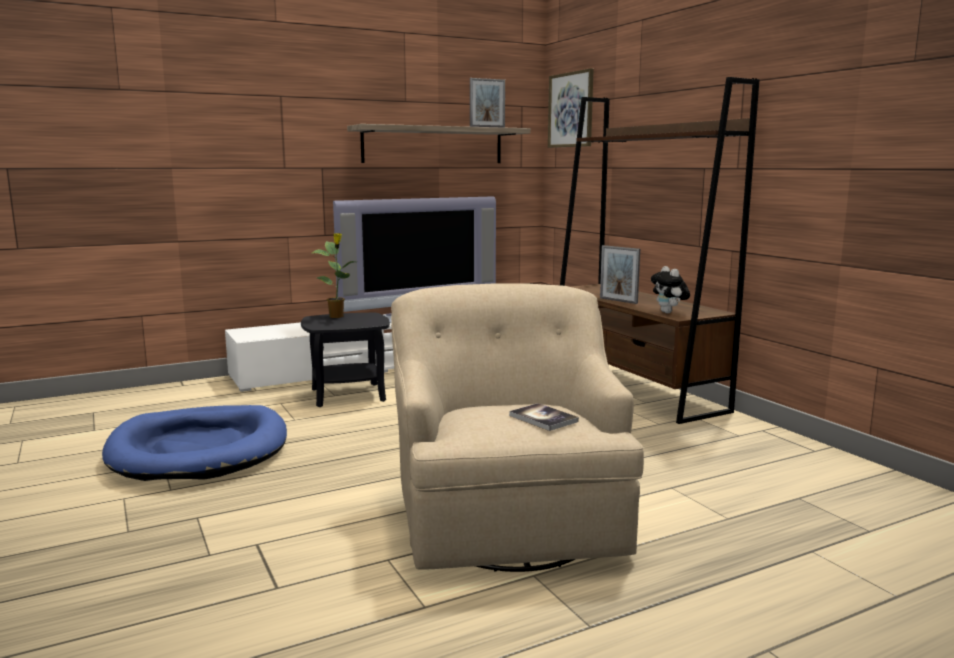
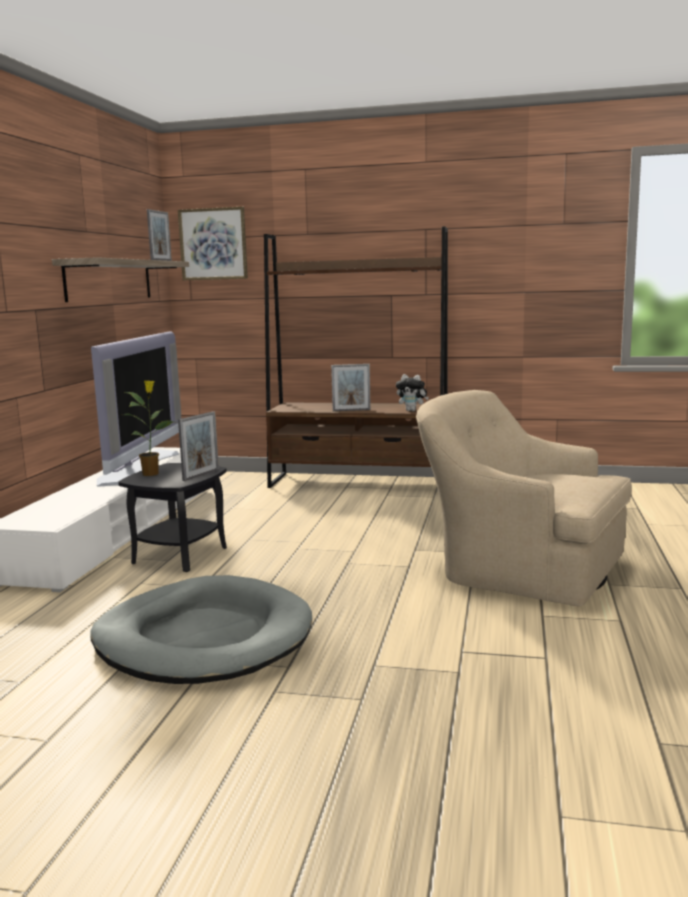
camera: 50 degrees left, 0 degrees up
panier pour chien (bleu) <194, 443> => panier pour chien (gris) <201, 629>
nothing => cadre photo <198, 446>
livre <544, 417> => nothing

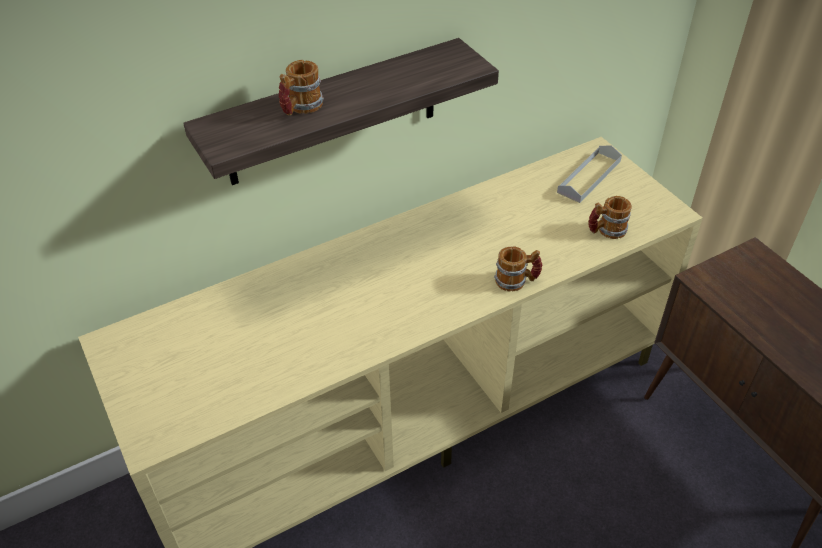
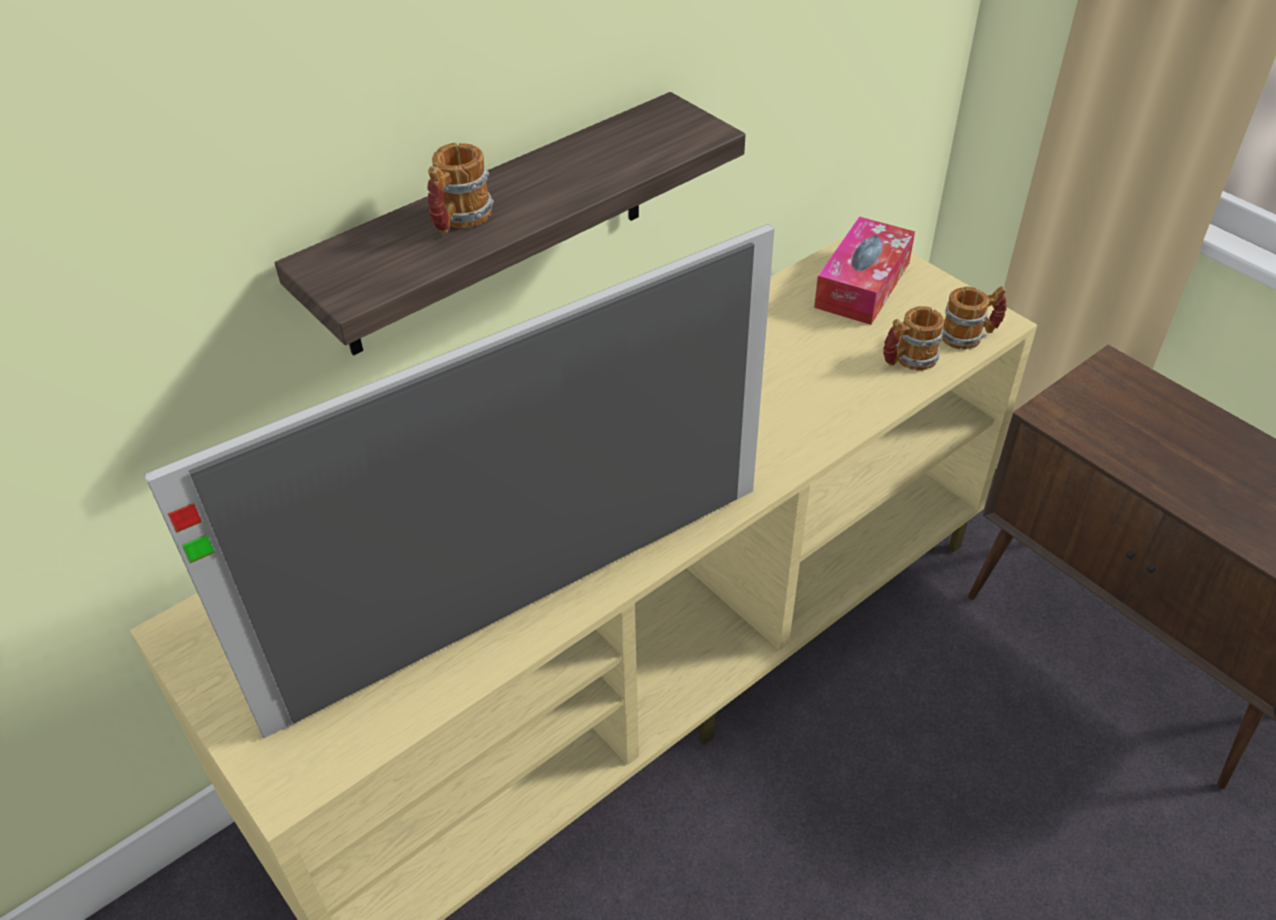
camera: 10 degrees left, 0 degrees up
nothing => téléviseur <459, 481>
plateau (gris) <589, 174> => boîte à mouchoirs <864, 271>
mug <518, 269> => mug <974, 318>, move

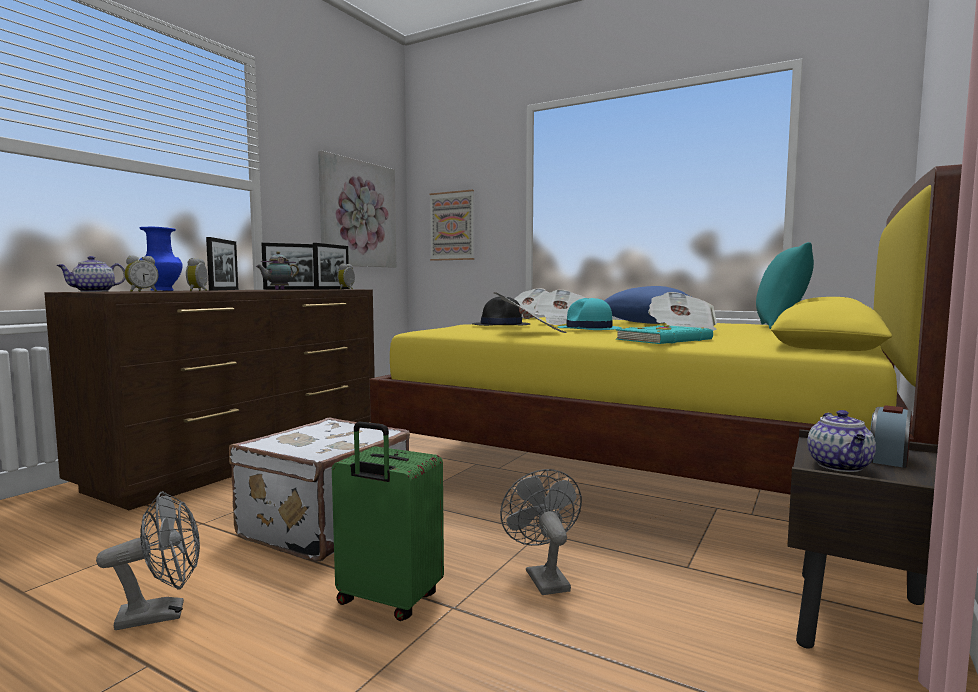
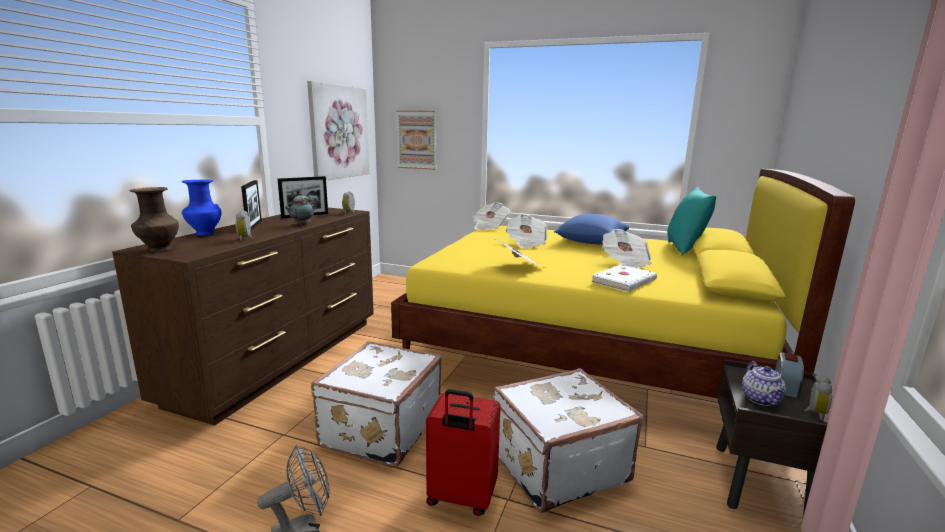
camera: 10 degrees left, 10 degrees up
théière <91, 274> => vase (marron) <154, 219>
valise (vert) <388, 521> => valise (rouge) <463, 452>
ventilateur (gris) <541, 532> => valise (blanc) <568, 440>
livre (turquoise) <664, 334> => livre (blanc) <624, 278>
réveil <142, 273> => réveil <818, 398>, move
cadre photo <331, 266> => nothing
chapeau (noir) <501, 311> => nothing
chapeau (turquoise) <590, 314> => nothing

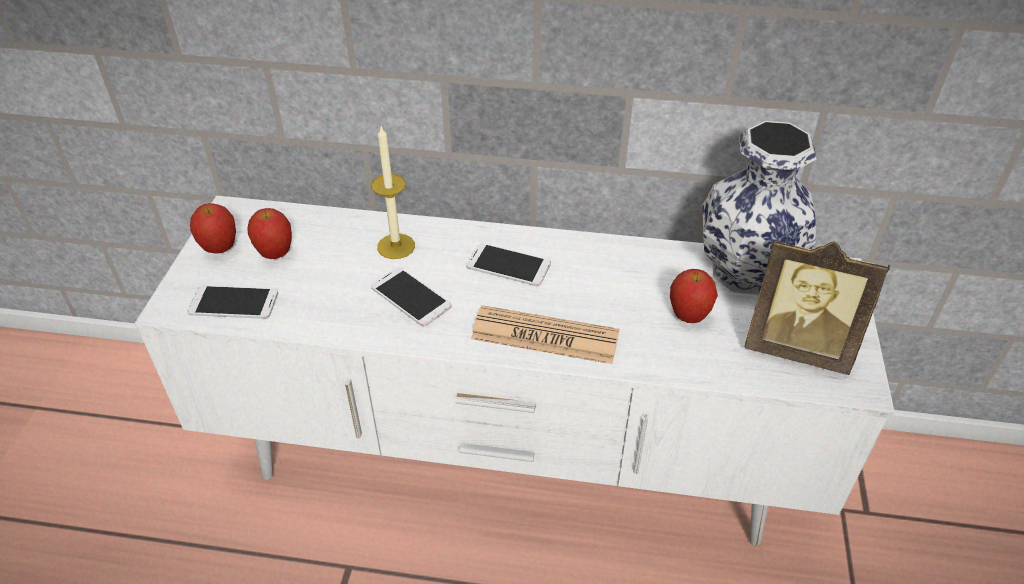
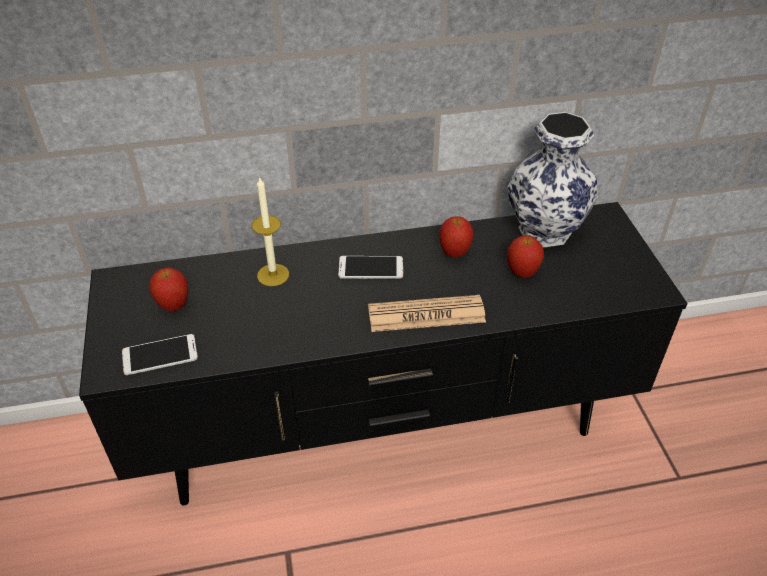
camera: 20 degrees left, 0 degrees up
meuble télé (blanc) <514, 370> => meuble télé (noir) <383, 354>
pomme <213, 228> => pomme <456, 236>, move
téléphone <411, 296> => nothing
cadre photo <817, 307> => nothing

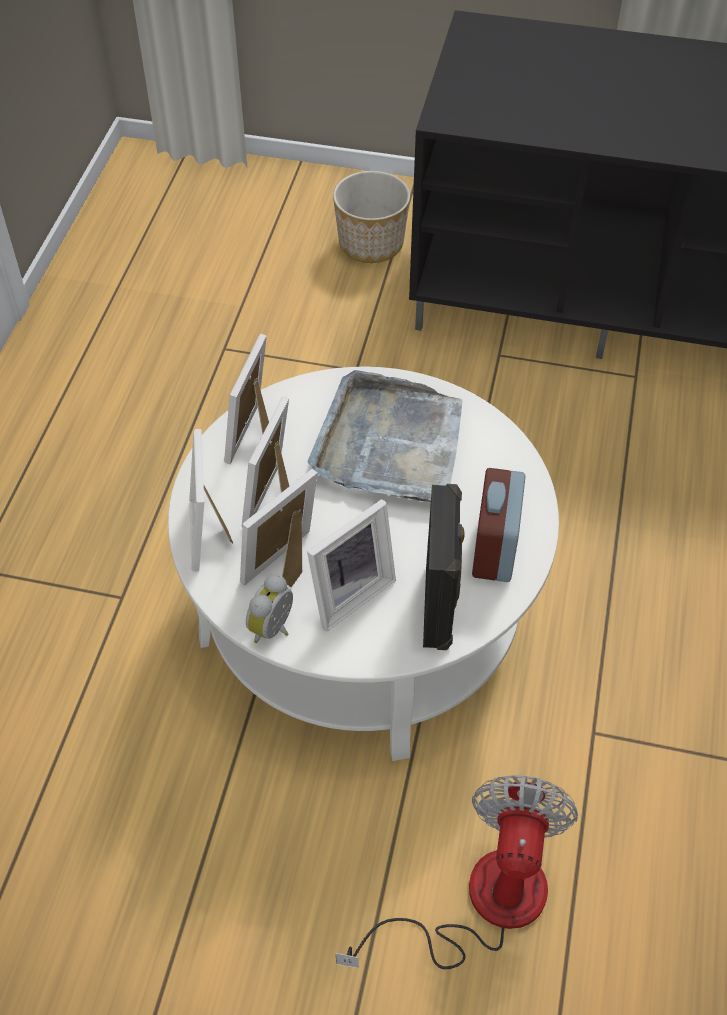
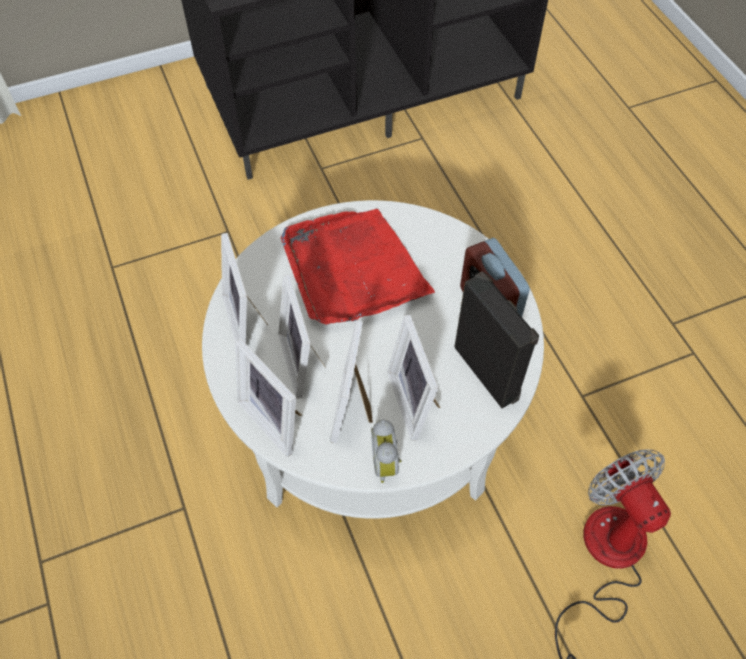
camera: 35 degrees left, 5 degrees up
plateau (gris) <385, 436> => plateau (rouge) <358, 267>
cadre photo <351, 565> => cadre photo <414, 378>, 150 degrees clockwise
cache-pot <371, 217> => nothing

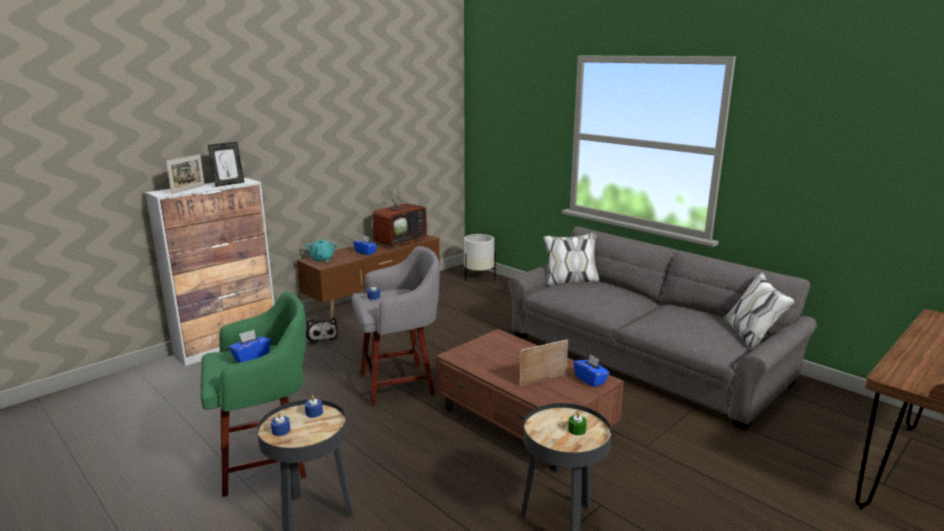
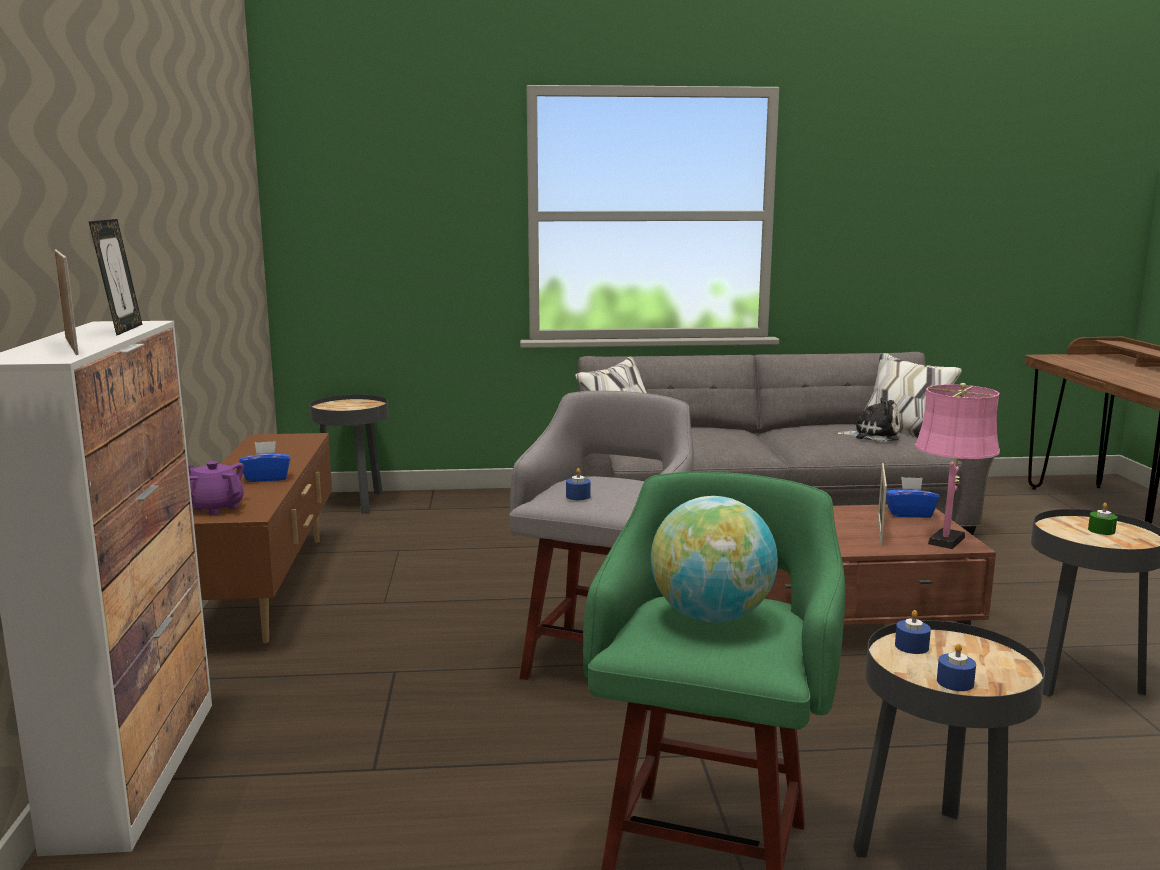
camera: 50 degrees left, 5 degrees down
théière (turquoise) <321, 250> => théière (violet) <216, 488>
cache-pot (blanc) <480, 257> => table d'appoint (noir) <349, 454>
boîte à mouchoirs (bleu) <250, 346> => globe <714, 559>
peluche <322, 331> => peluche <868, 420>, move
nothing => lampe de table (rose) <957, 466>
téléviseur <399, 214> => nothing

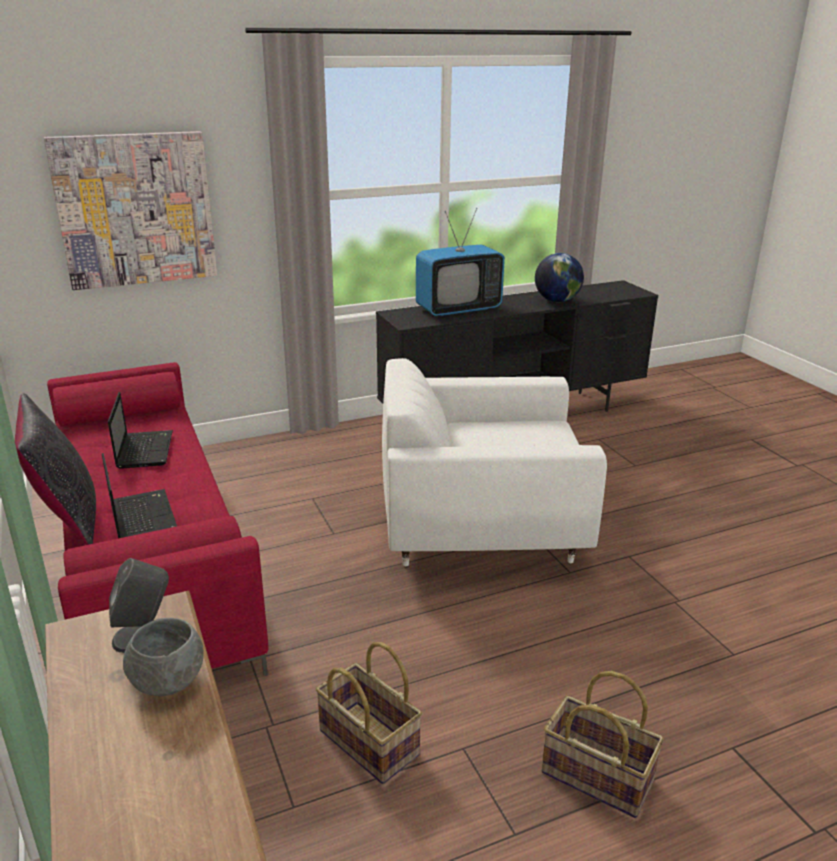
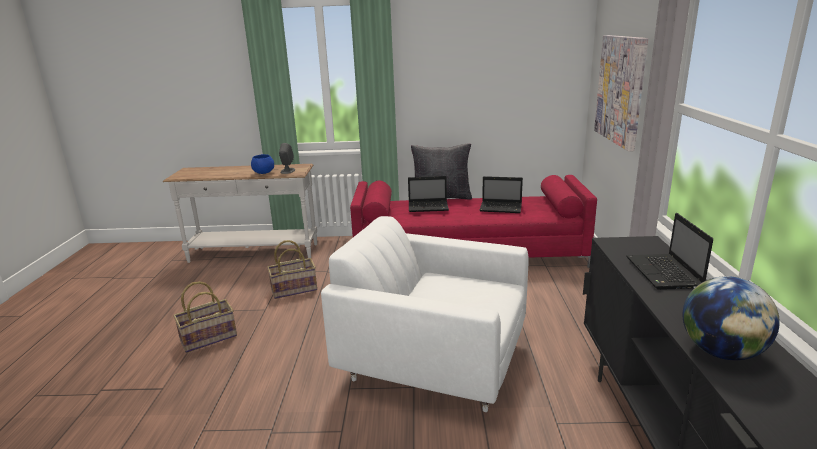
camera: 115 degrees right, 5 degrees down
bol (gris) <163, 657> => bol (bleu) <262, 164>
fauteuil (blanc) <494, 462> => fauteuil (blanc) <425, 314>, 90 degrees counterclockwise
téléviseur <460, 262> => ordinateur portable <669, 251>

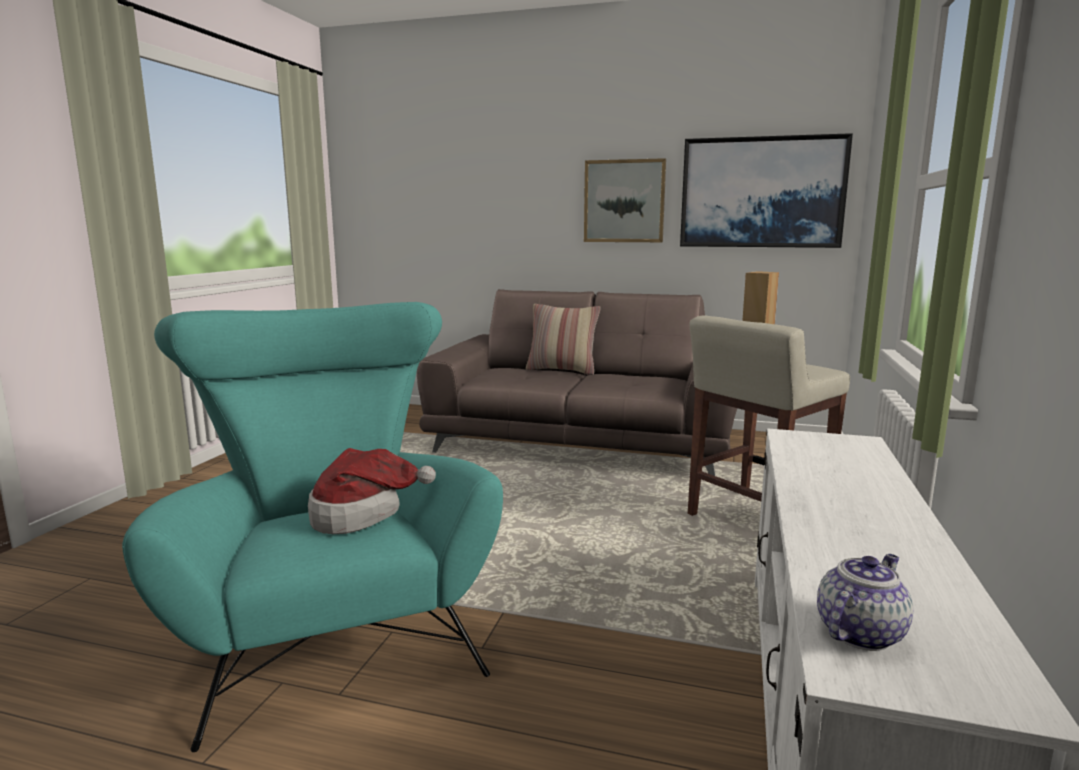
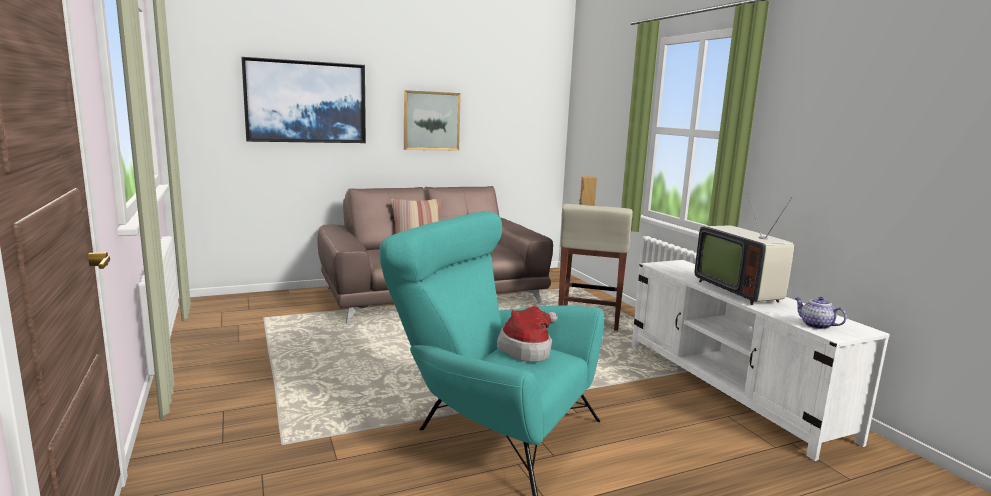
camera: 40 degrees left, 0 degrees up
tableau <766, 190> => tableau <303, 100>, move
nothing => téléviseur <744, 248>
théière <865, 602> => théière <821, 313>, 45 degrees counterclockwise

